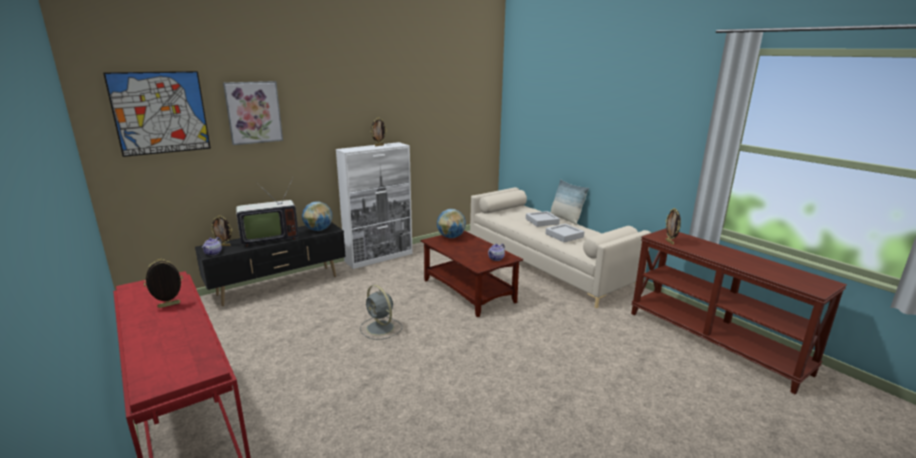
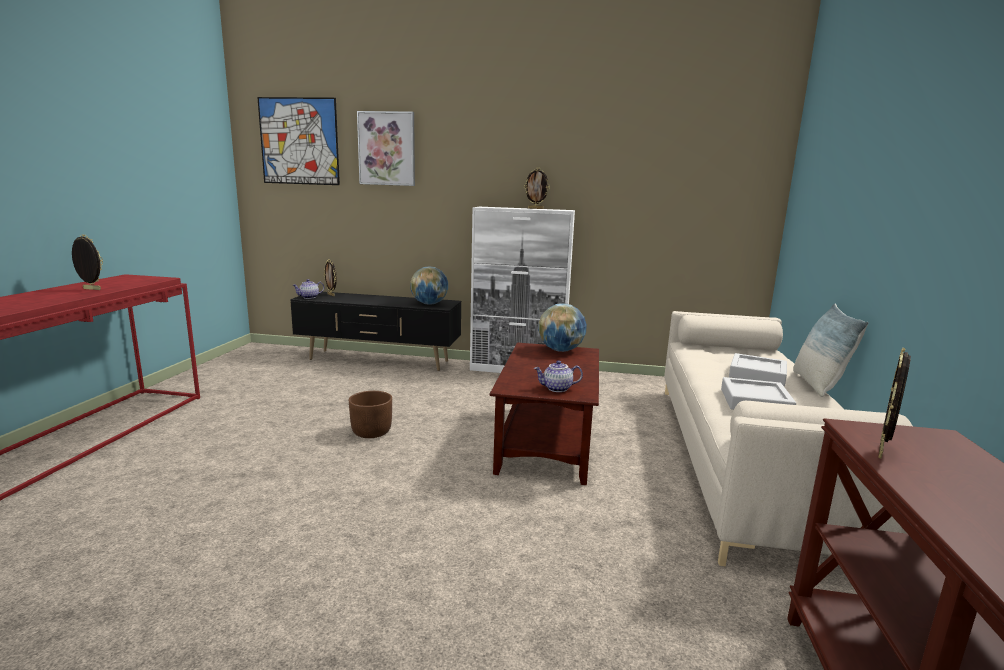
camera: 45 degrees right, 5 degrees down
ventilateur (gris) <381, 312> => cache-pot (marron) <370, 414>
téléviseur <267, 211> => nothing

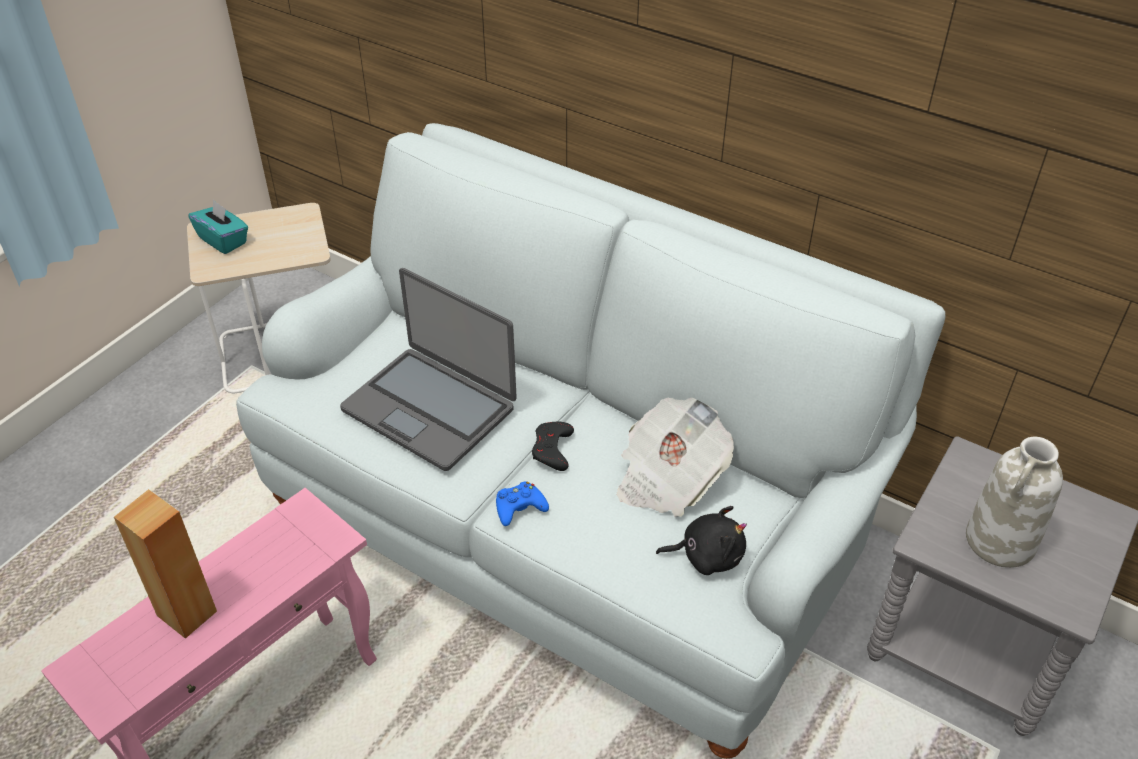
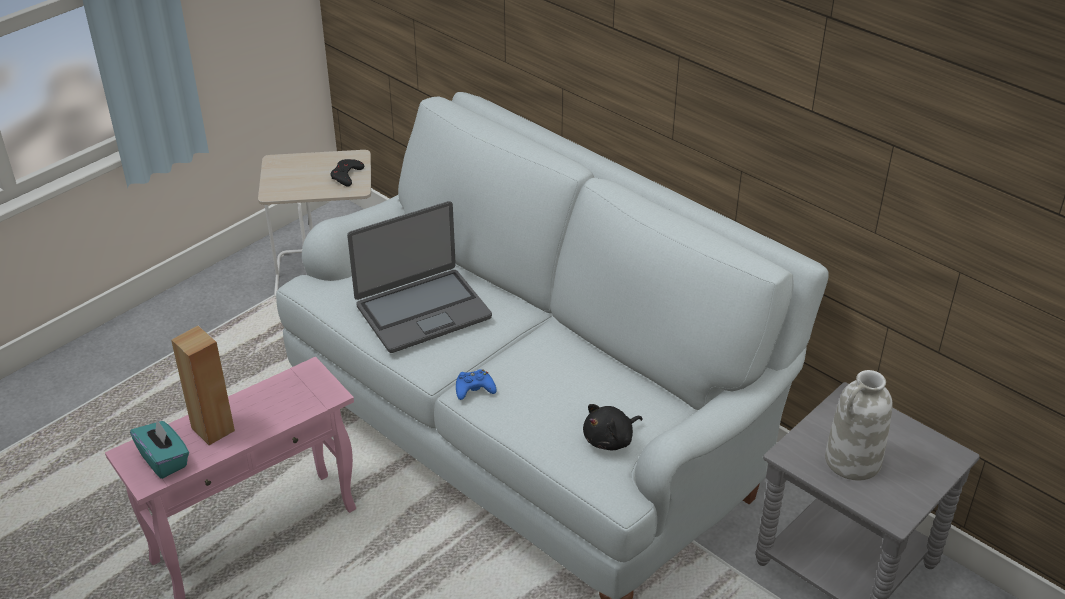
camera: 10 degrees right, 5 degrees down
boîte à mouchoirs (turquoise) <218, 226> => boîte à mouchoirs (turquoise) <159, 449>, move
manette (noir) <553, 446> => manette (noir) <347, 172>, move
ordinateur portable <428, 369> => ordinateur portable <419, 277>, 75 degrees counterclockwise
peluche (noir) <701, 540> => peluche (noir) <613, 427>, 135 degrees clockwise
journal <675, 457> => nothing

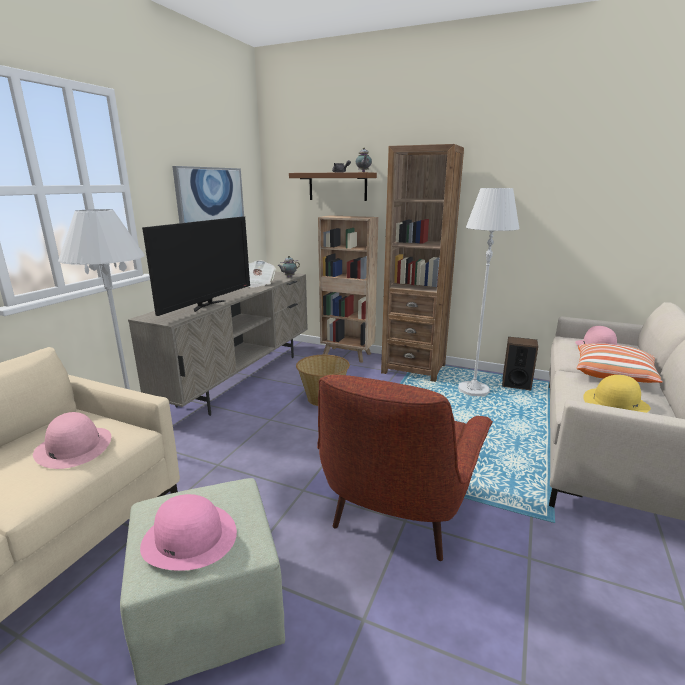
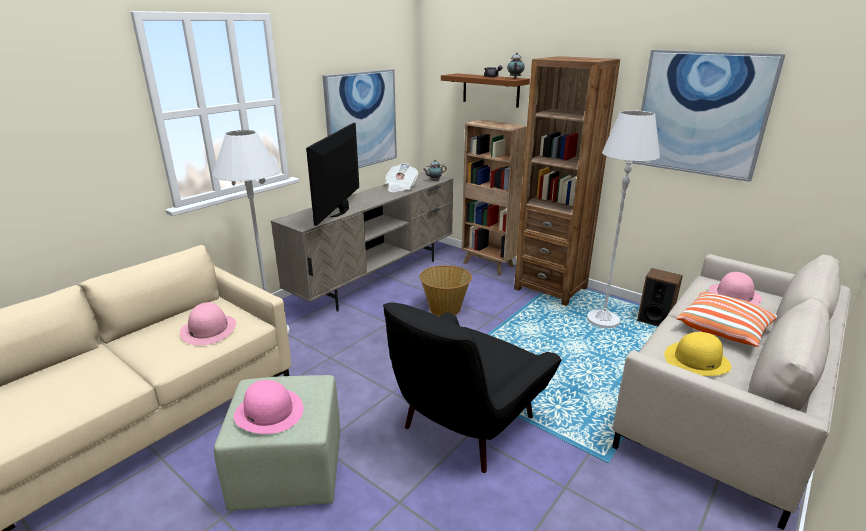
camera: 15 degrees right, 5 degrees up
téléviseur <196, 266> => téléviseur <332, 174>, 150 degrees clockwise
fauteuil (rouge) <405, 468> => fauteuil (noir) <472, 388>
nothing => tableau <708, 116>

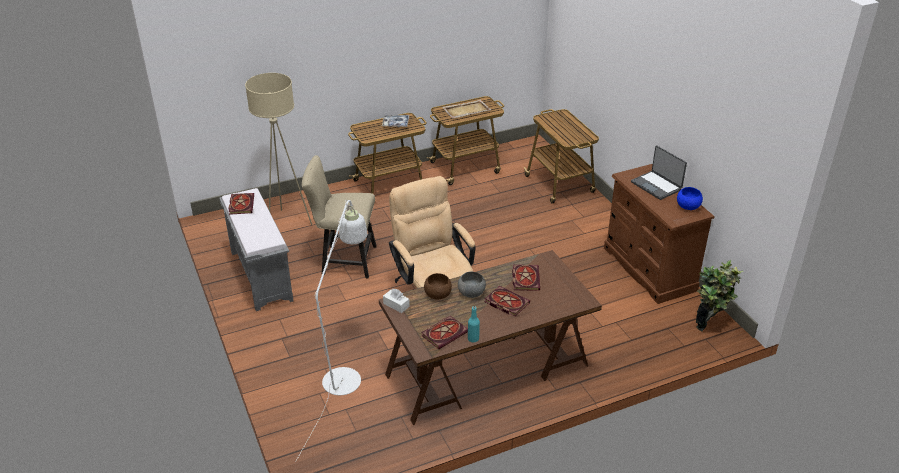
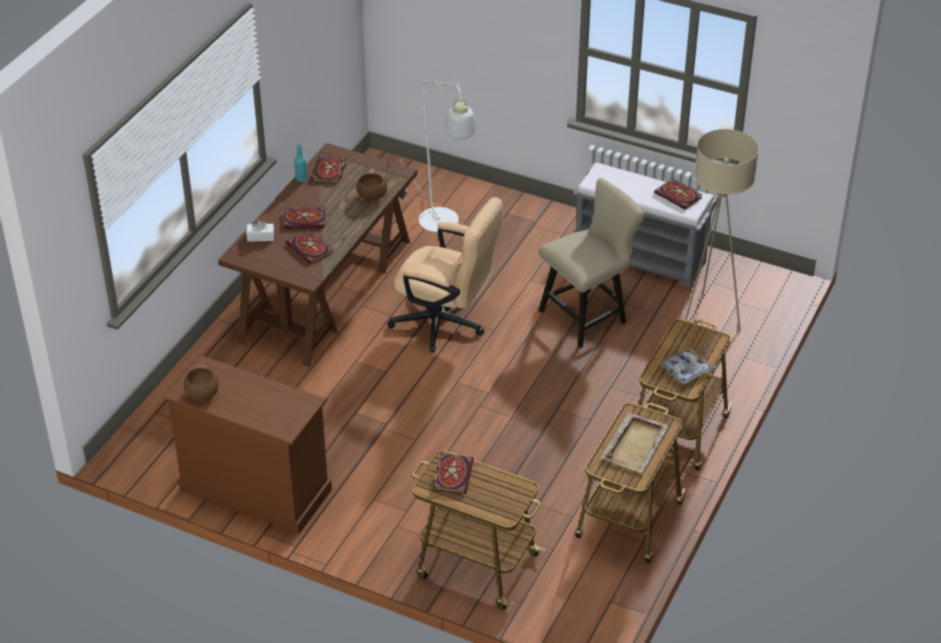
camera: 140 degrees right, 5 degrees up
bol (bleu) <690, 198> => bol (marron) <201, 384>
boîte à mouchoirs (blanc) <396, 301> => boîte à mouchoirs (blanc) <260, 231>, move
nothing => livre <453, 474>
bol (gris) <472, 285> => nothing
ordinateur portable <659, 172> => nothing
plante en pot <719, 295> => nothing

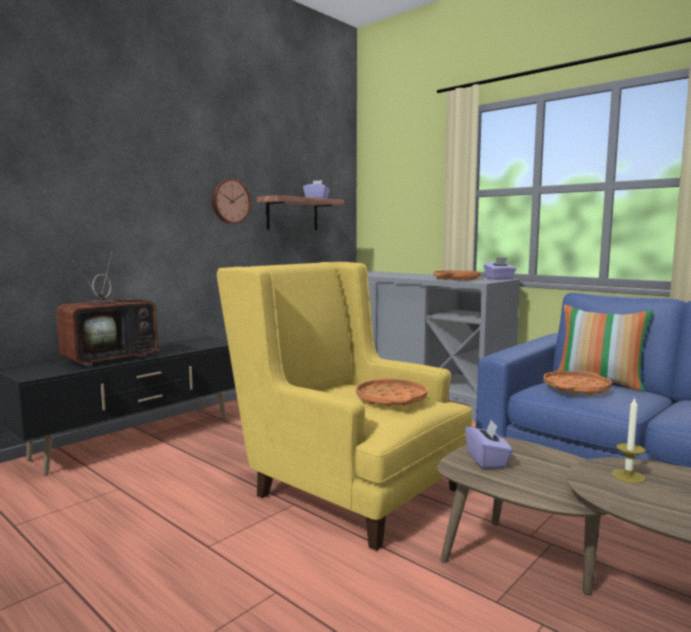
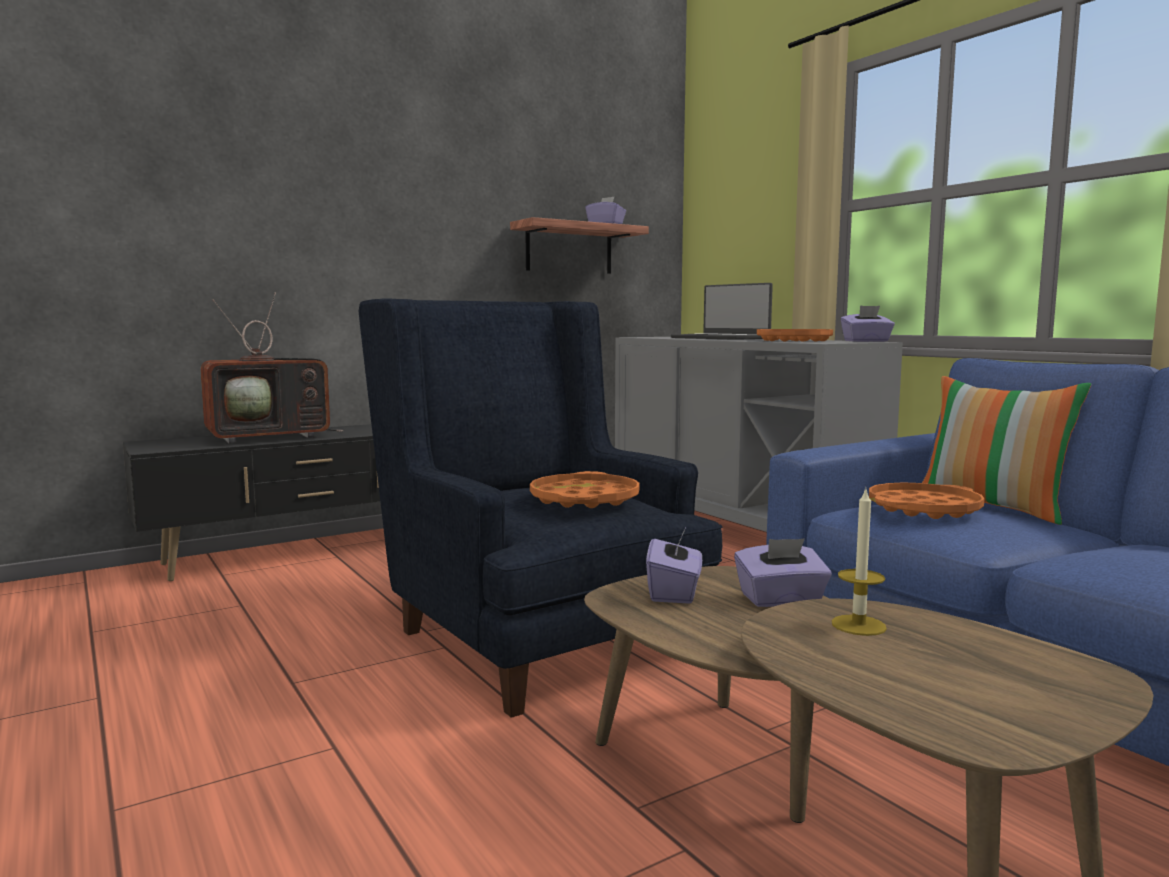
camera: 15 degrees right, 0 degrees up
fauteuil (jaune) <344, 406> => fauteuil (bleu) <540, 508>
nothing => ordinateur portable <722, 311>
nothing => boîte à mouchoirs (violet) <783, 572>
horloge murale <231, 201> => nothing

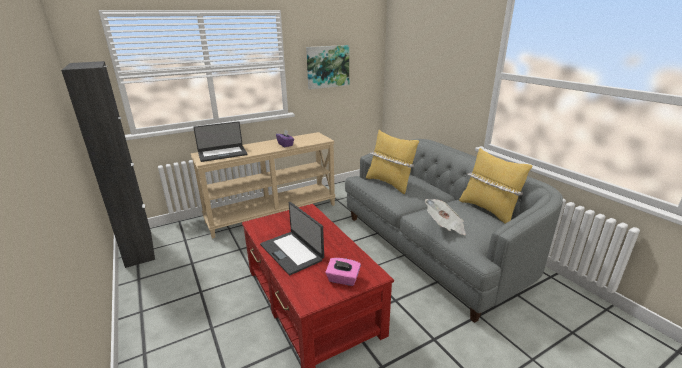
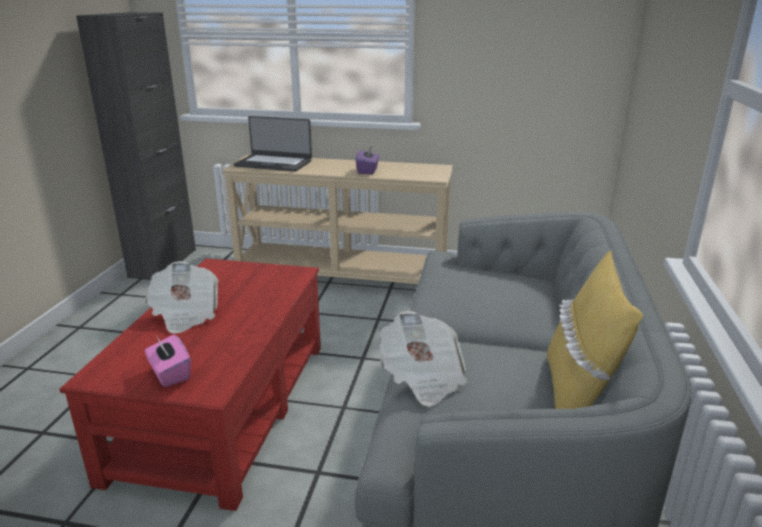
camera: 40 degrees right, 0 degrees up
ordinateur portable <292, 238> => journal <181, 297>
tableau <327, 67> => nothing
coussin (jaune) <392, 162> => nothing

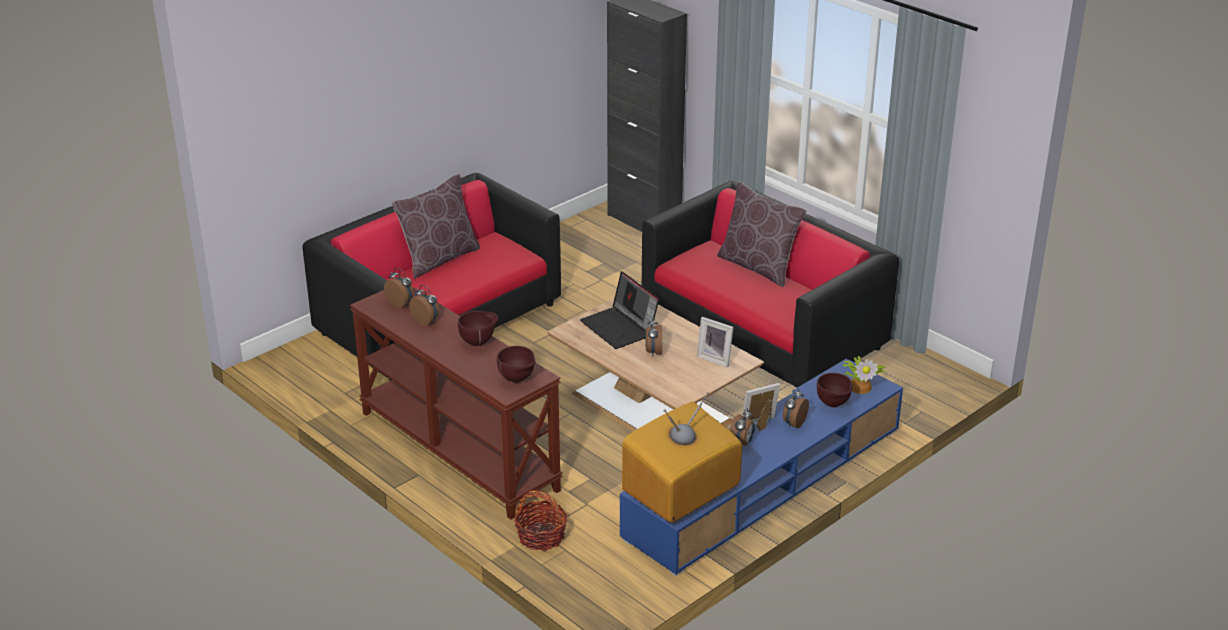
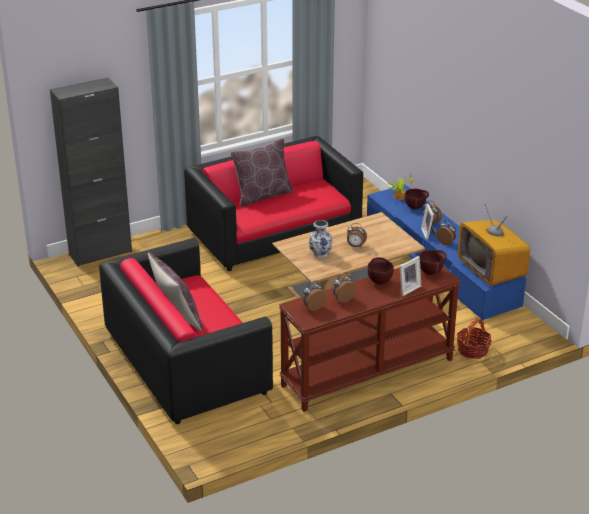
camera: 75 degrees left, 0 degrees up
ordinateur portable <619, 310> => vase <320, 239>
cadre photo <715, 342> => cadre photo <410, 276>, move

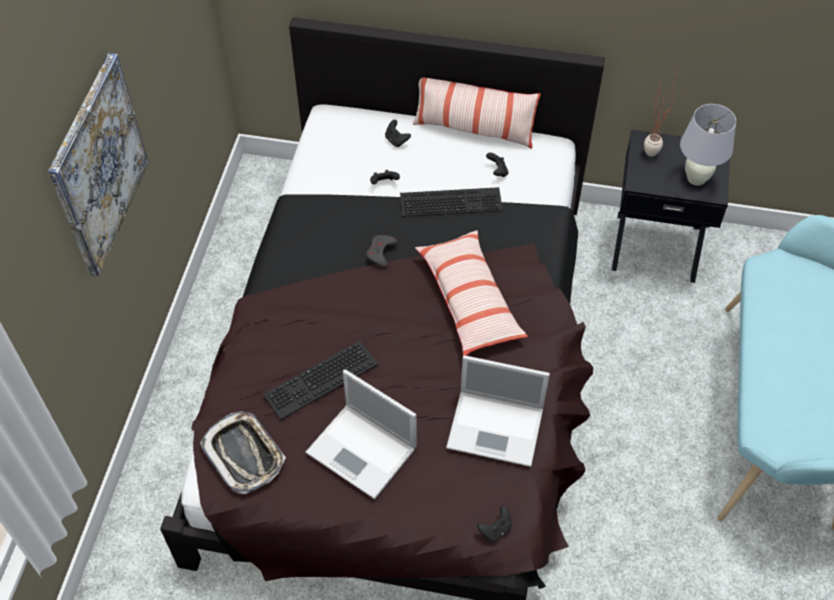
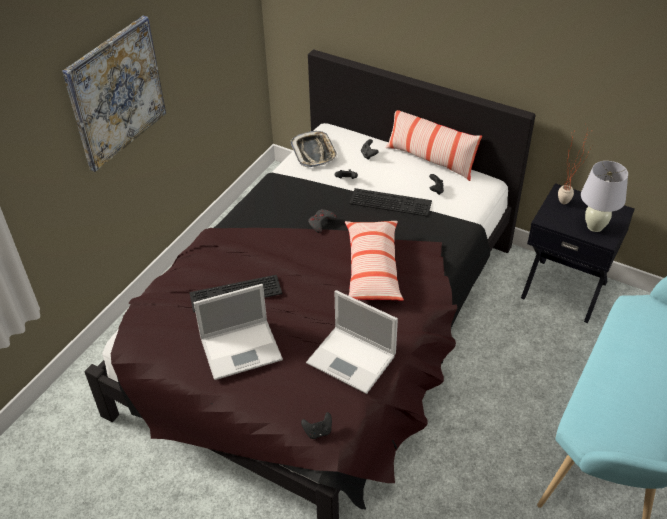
camera: 20 degrees right, 10 degrees down
ordinateur portable <361, 434> => ordinateur portable <238, 332>, 75 degrees counterclockwise
plateau <243, 452> => plateau <314, 149>, move

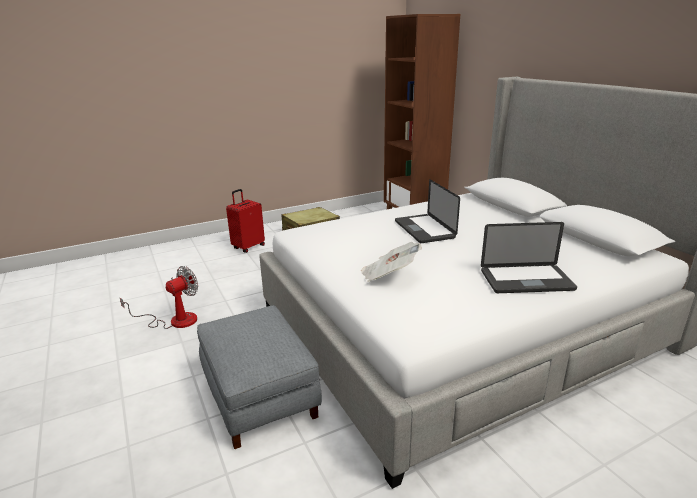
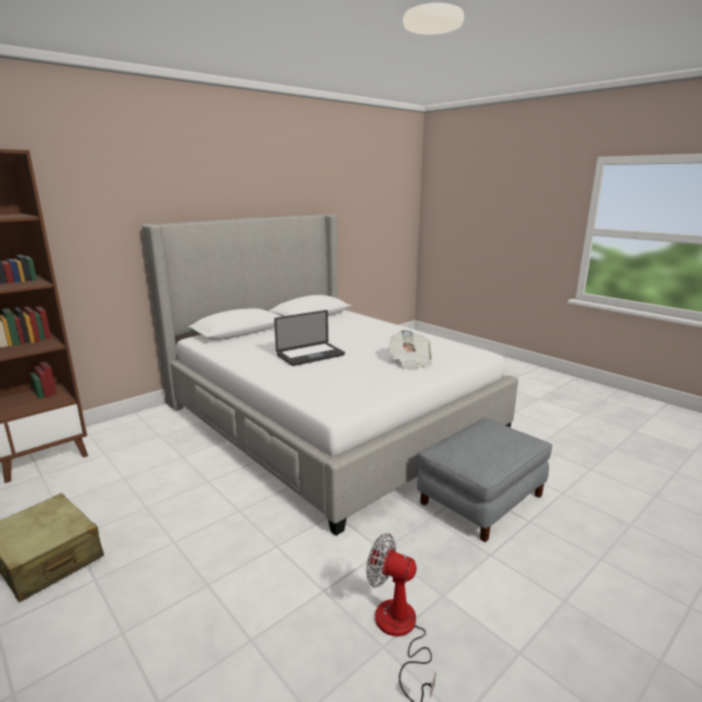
camera: 105 degrees left, 5 degrees down
valise (rouge) <245, 221> => nothing
ordinateur portable <529, 257> => nothing

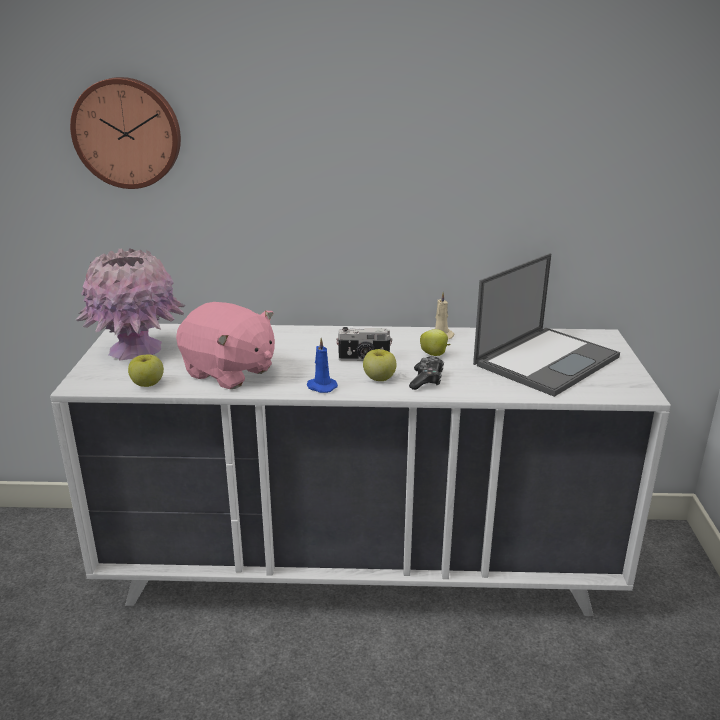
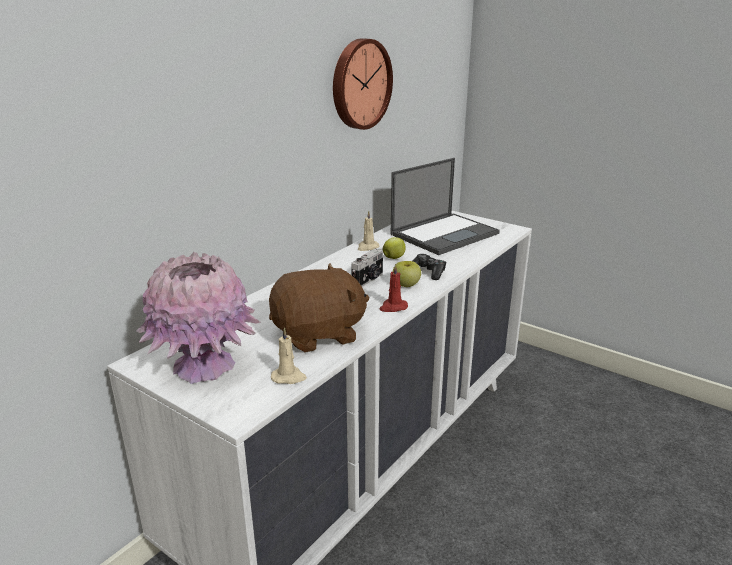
camera: 55 degrees left, 0 degrees up
peluche (rose) <225, 345> => peluche (marron) <319, 308>
pomme <146, 370> => bougie (beige) <289, 355>
horloge murale <125, 133> => horloge murale <363, 84>, move
bougie (bleu) <322, 365> => bougie (rouge) <393, 288>
ordinateur portable <546, 325> => ordinateur portable <445, 206>, 60 degrees clockwise

